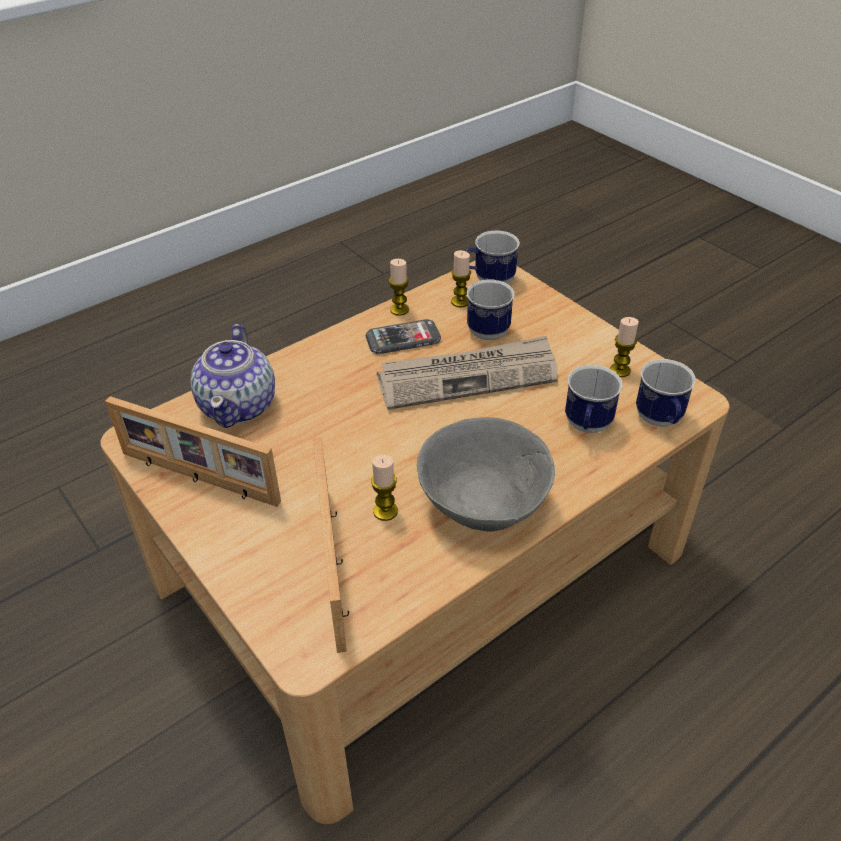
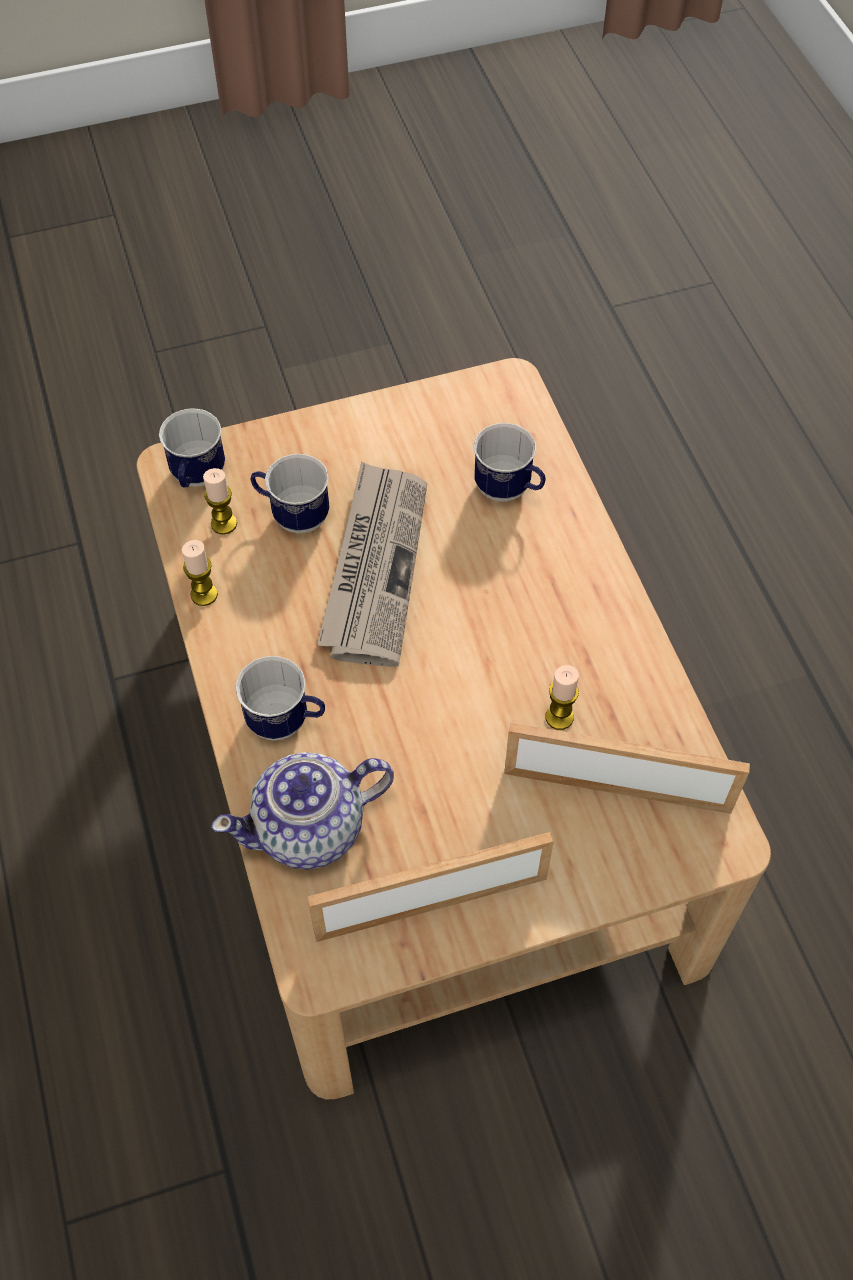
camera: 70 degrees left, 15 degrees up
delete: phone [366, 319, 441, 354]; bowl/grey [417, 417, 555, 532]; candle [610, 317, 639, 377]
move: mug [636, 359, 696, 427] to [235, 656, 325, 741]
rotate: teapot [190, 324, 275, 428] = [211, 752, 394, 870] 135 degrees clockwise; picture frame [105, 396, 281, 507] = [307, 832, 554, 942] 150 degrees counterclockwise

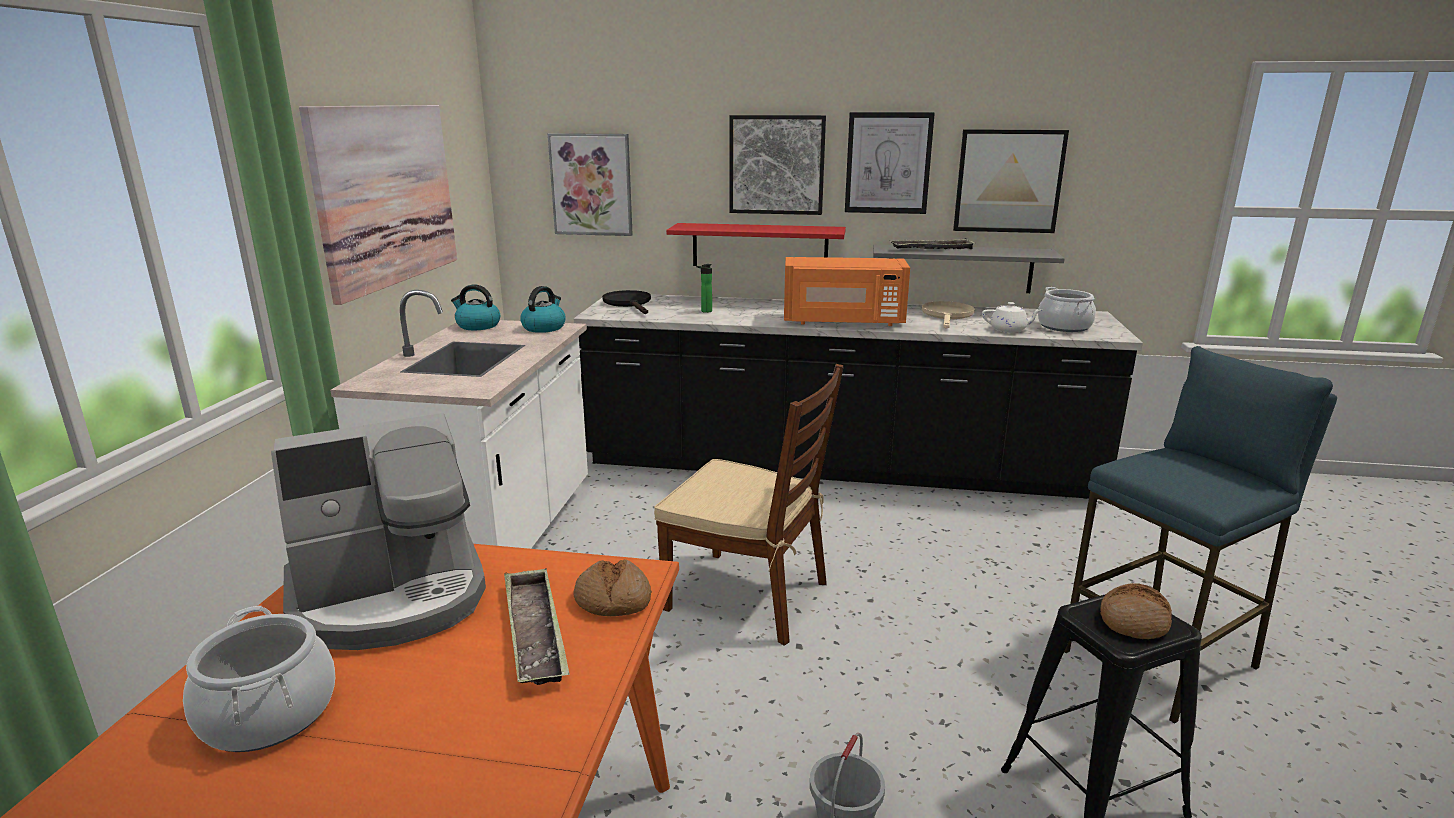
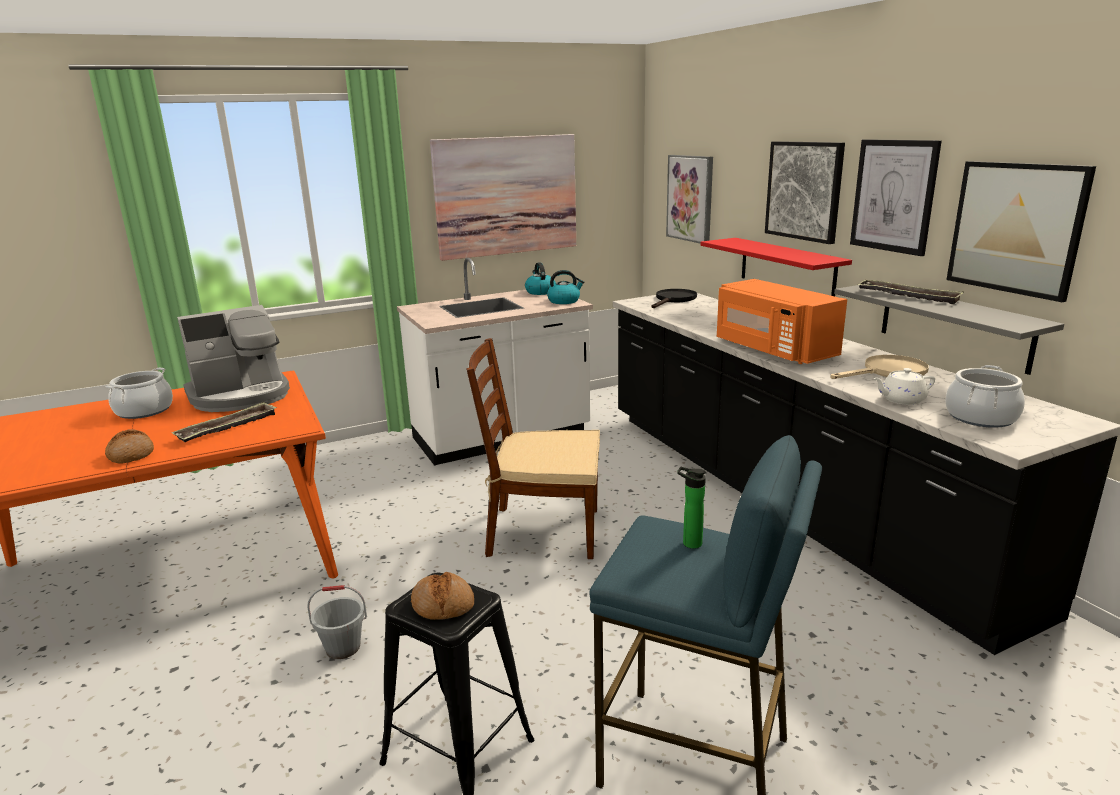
camera: 55 degrees right, 0 degrees up
move: bread [574, 560, 652, 616] to [105, 429, 154, 464]; bottle [696, 264, 712, 313] to [677, 467, 706, 549]
rotate: coffee machine [271, 413, 486, 650] = [177, 305, 290, 412] 60 degrees counterclockwise; chair/brown [654, 364, 844, 646] = [466, 338, 600, 559] 105 degrees clockwise; teapot/white [982, 302, 1042, 333] = [873, 368, 935, 405] 105 degrees clockwise

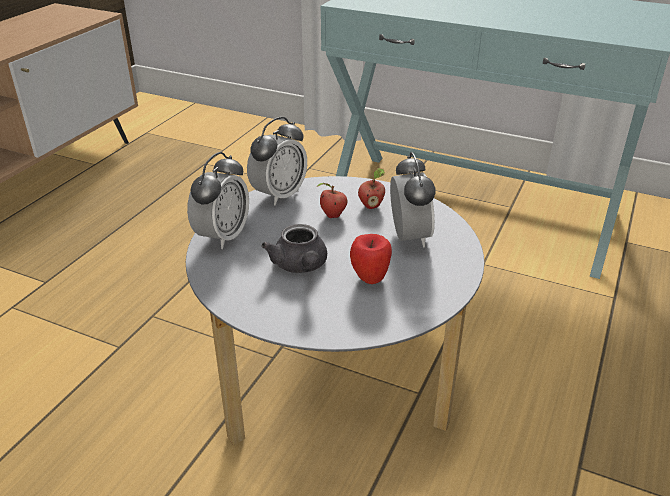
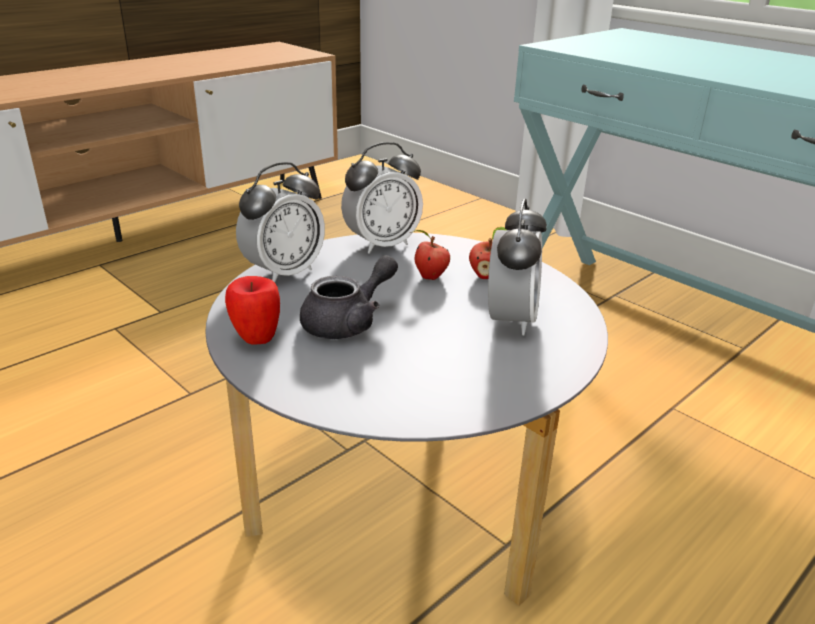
camera: 20 degrees right, 5 degrees down
move: apple [350, 234, 392, 284] to [225, 276, 280, 345]
rotate: teapot/grey [261, 224, 327, 273] = [300, 255, 398, 339] 135 degrees counterclockwise

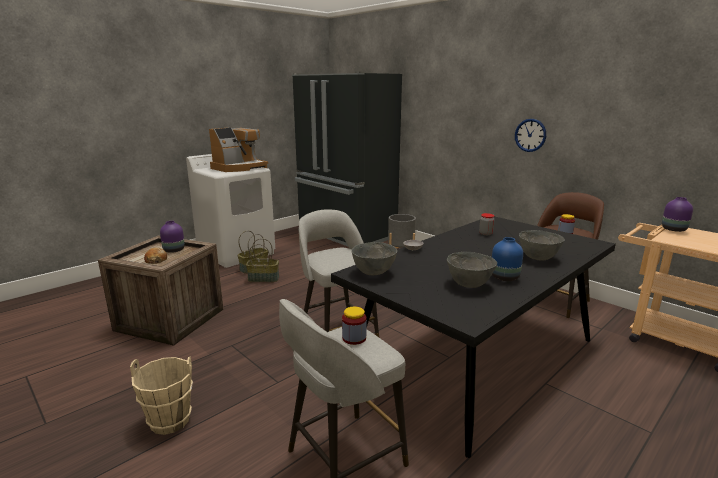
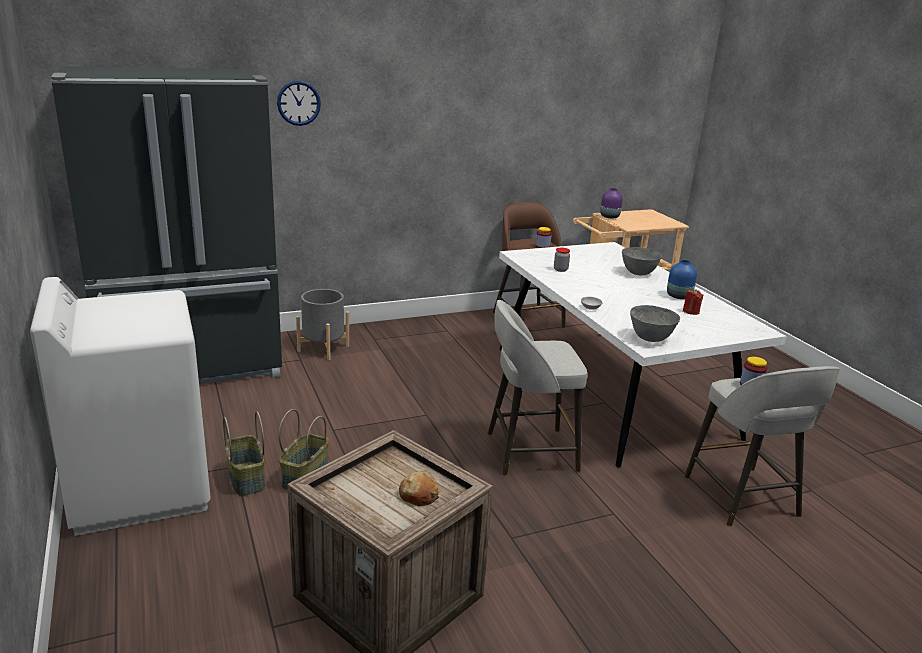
camera: 70 degrees left, 5 degrees up
delete: bucket/beige [130, 357, 193, 435]; vase/purple [160, 221, 185, 253]; coffee machine [209, 128, 268, 172]
move: wall clock [515, 119, 546, 152] to [277, 81, 321, 126]
replace: bowl/grey [447, 252, 497, 288] to candle/red [683, 289, 703, 315]
recolor: dining table/black [331, 216, 616, 458] to dining table/white [499, 242, 786, 467]

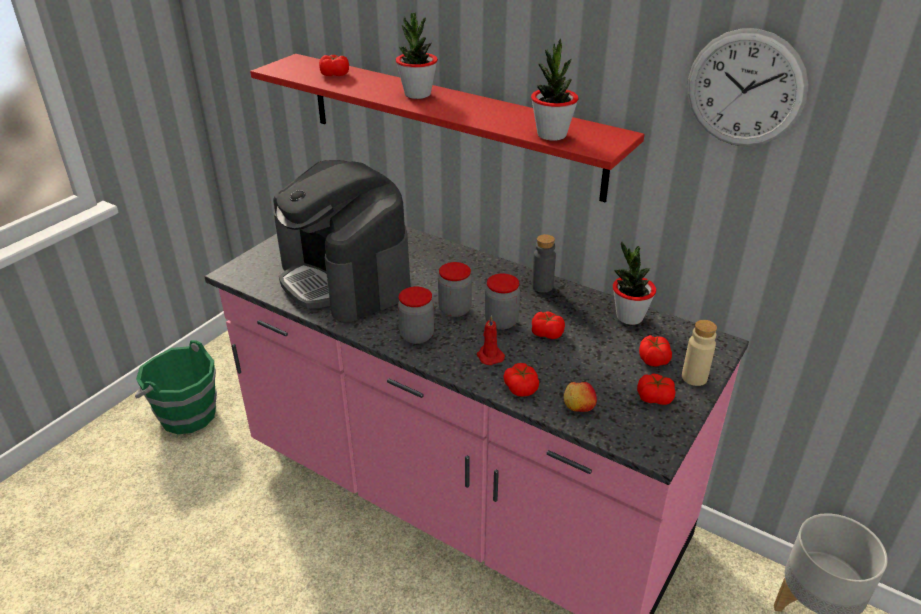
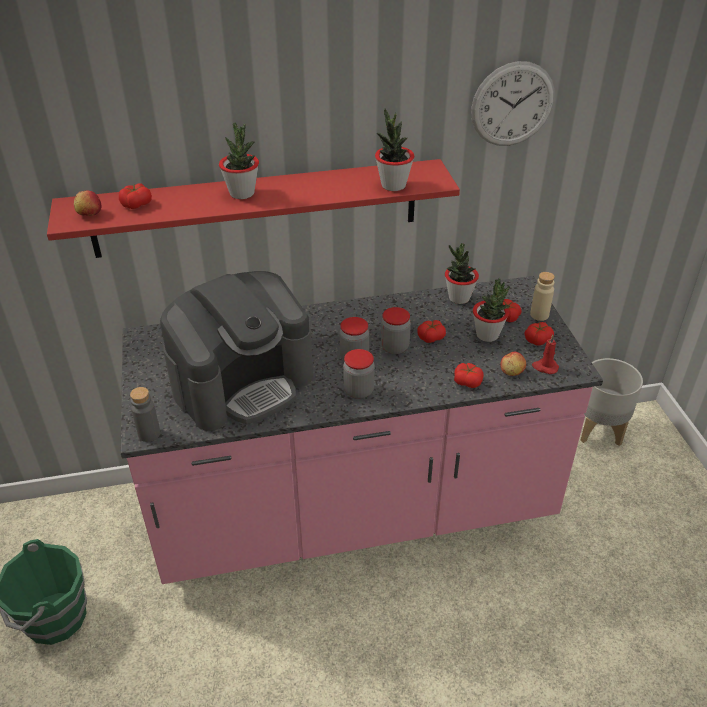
camera: 45 degrees left, 5 degrees up
insert: apple [74, 191, 101, 216]; potted plant [473, 278, 510, 342]
move: bottle/grey [532, 234, 556, 293] to [130, 387, 160, 442]; candle/red [477, 315, 505, 365] to [532, 335, 559, 374]
rotate: coffee machine [273, 160, 411, 322] = [160, 271, 313, 431] 45 degrees counterclockwise

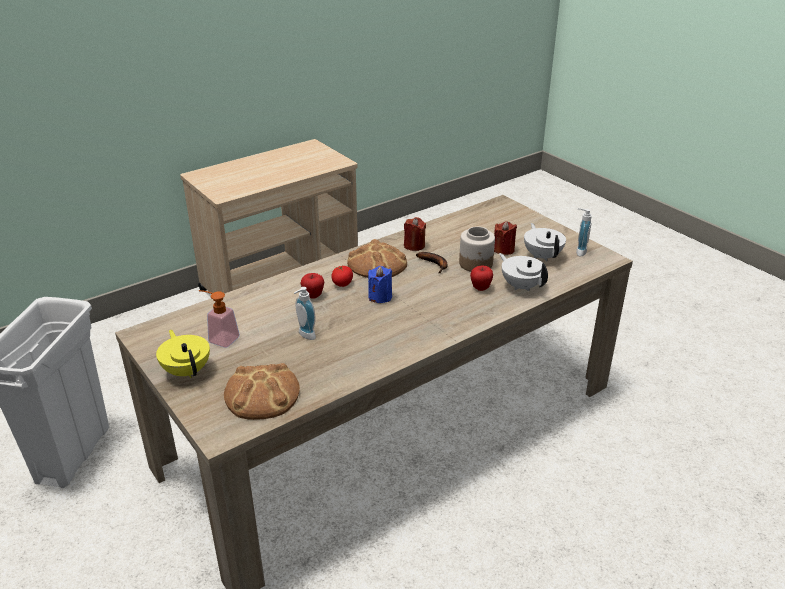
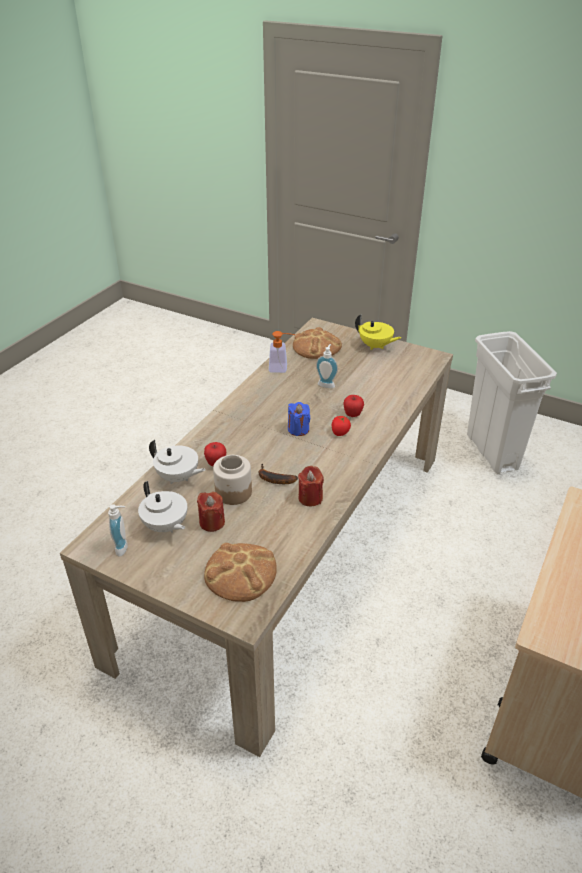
camera: 155 degrees right, 5 degrees up
move: bread [347, 239, 407, 278] to [204, 543, 277, 602]; soap dispenser [199, 290, 240, 348] to [269, 331, 295, 373]

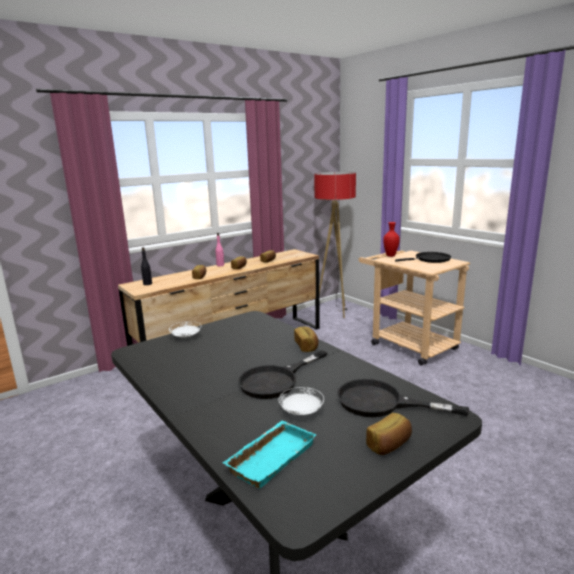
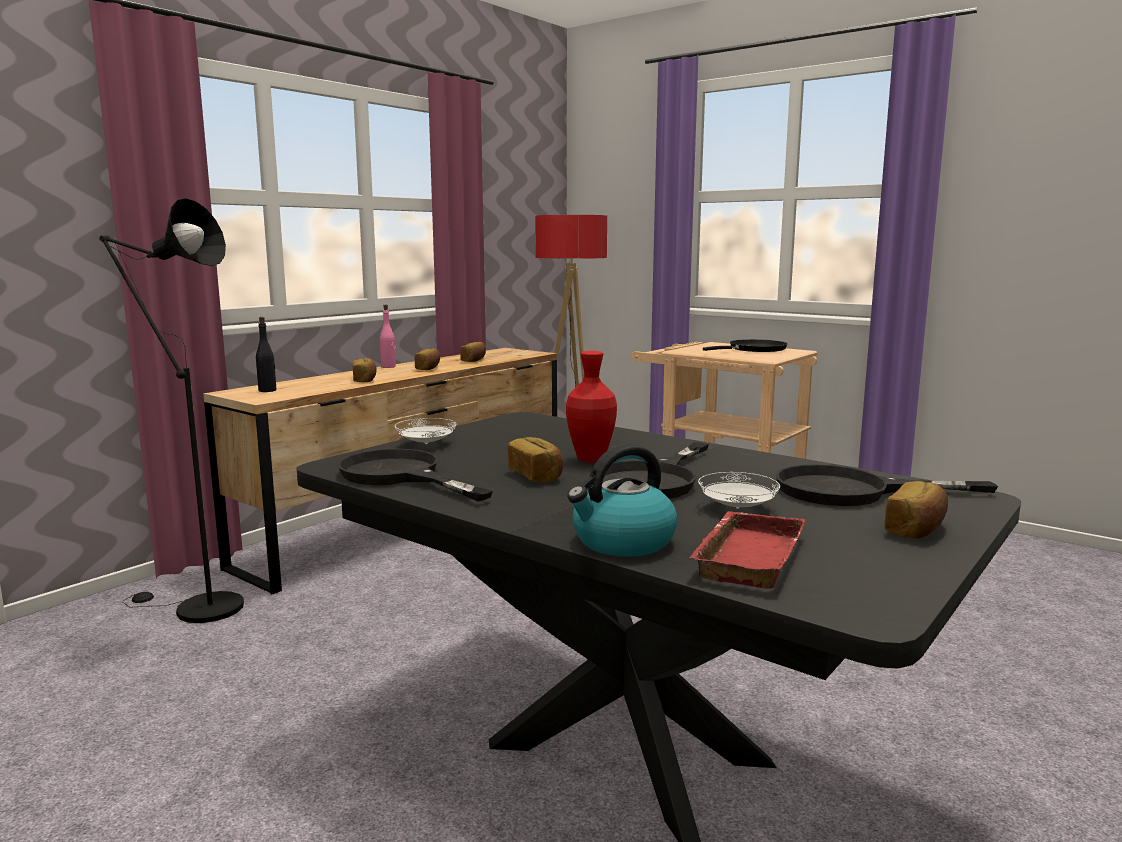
camera: 15 degrees left, 5 degrees down
insert: floor lamp/black [99, 198, 244, 623]; frying pan/black [337, 449, 493, 501]; kettle [567, 444, 678, 557]
move: bread [294, 326, 318, 352] to [507, 437, 564, 482]; vase/red [383, 222, 400, 257] to [566, 351, 617, 463]
recolor: tray/turquoise [222, 420, 316, 489] to tray/red [689, 511, 805, 589]

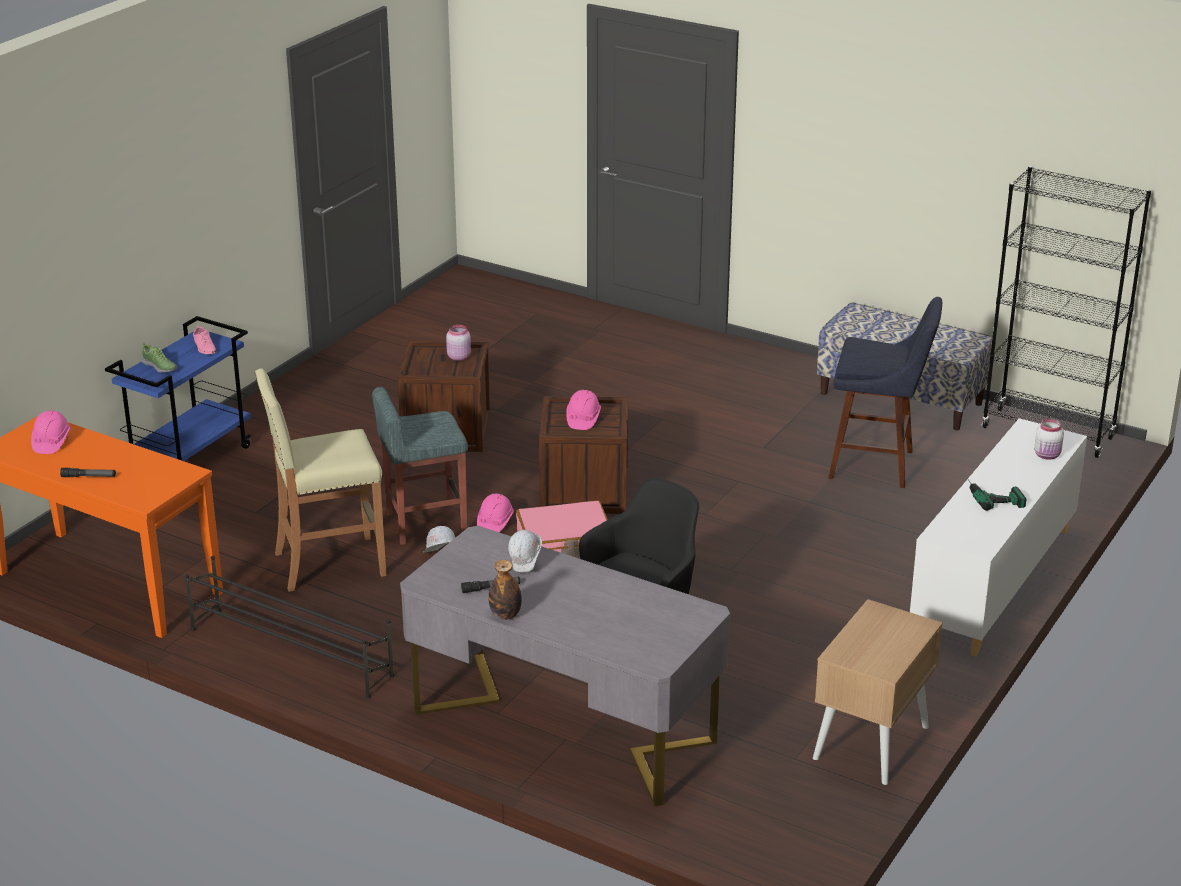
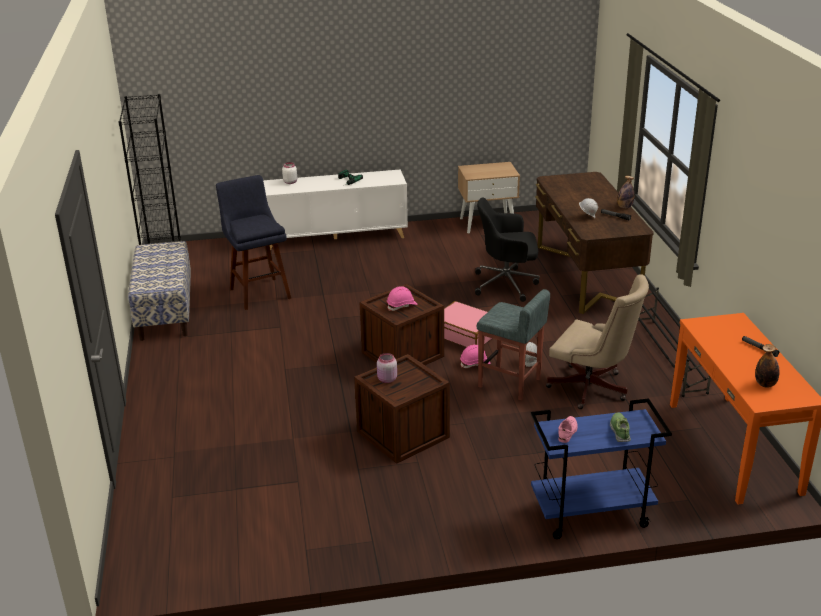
camera: 130 degrees left, 0 degrees up
replace: stool/beige [255, 369, 387, 592] to office chair/beige [546, 274, 649, 409]; hard hat/pink [31, 411, 71, 454] to bottle [755, 344, 779, 388]
recolor: desk/grey [400, 526, 730, 806] to desk/brown [535, 172, 654, 314]

